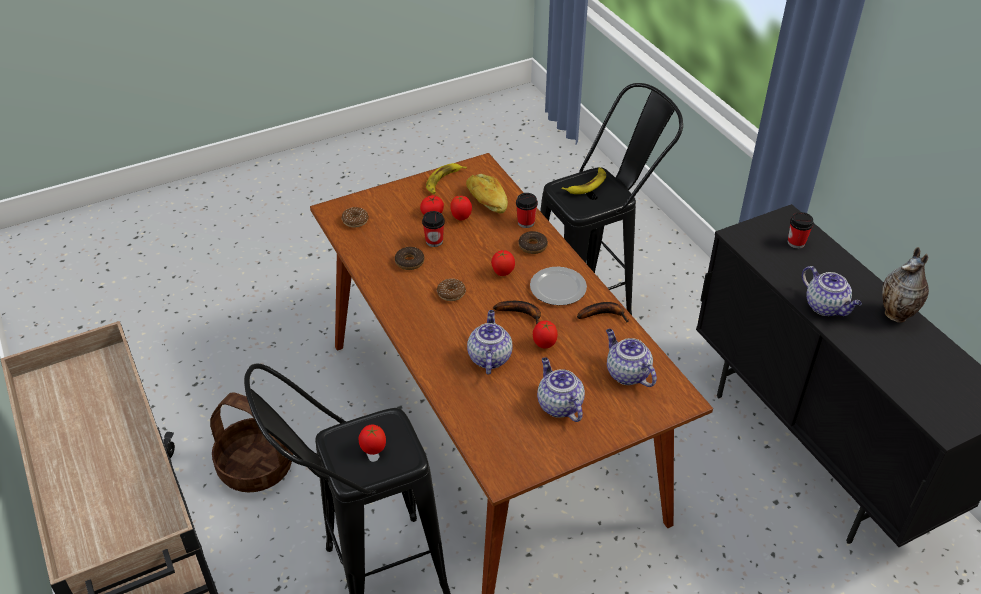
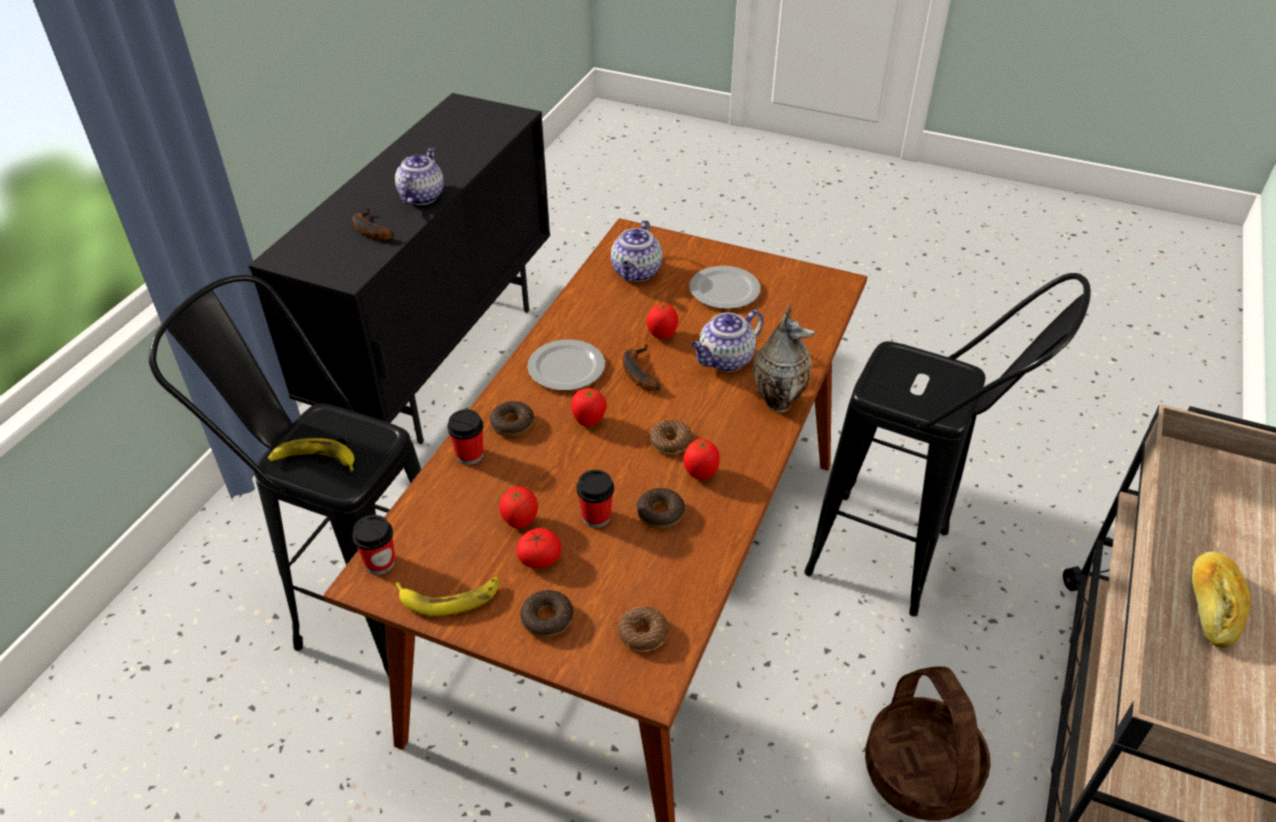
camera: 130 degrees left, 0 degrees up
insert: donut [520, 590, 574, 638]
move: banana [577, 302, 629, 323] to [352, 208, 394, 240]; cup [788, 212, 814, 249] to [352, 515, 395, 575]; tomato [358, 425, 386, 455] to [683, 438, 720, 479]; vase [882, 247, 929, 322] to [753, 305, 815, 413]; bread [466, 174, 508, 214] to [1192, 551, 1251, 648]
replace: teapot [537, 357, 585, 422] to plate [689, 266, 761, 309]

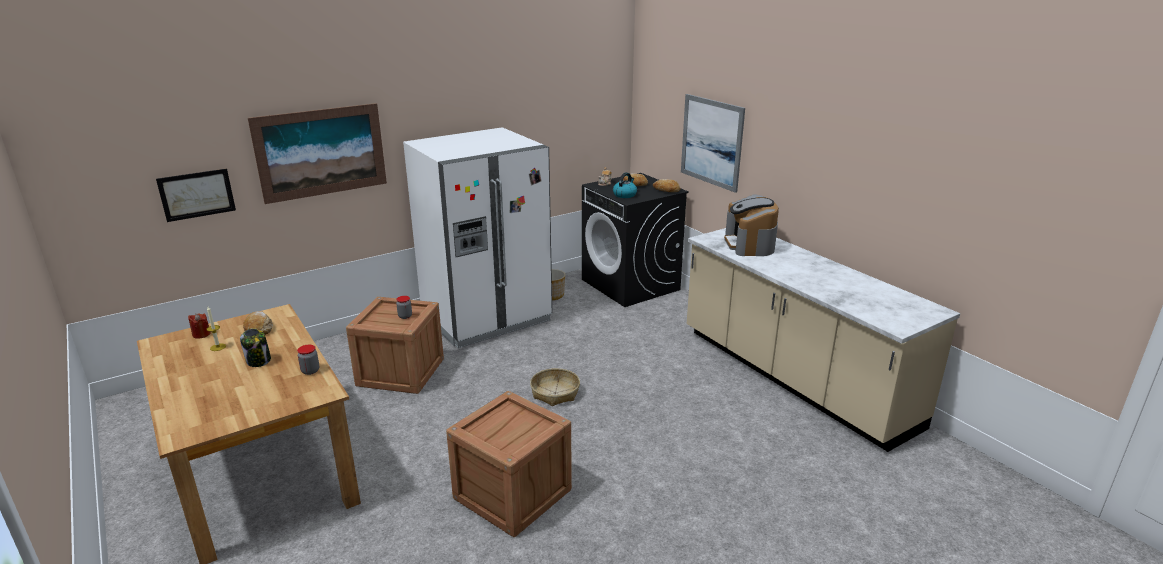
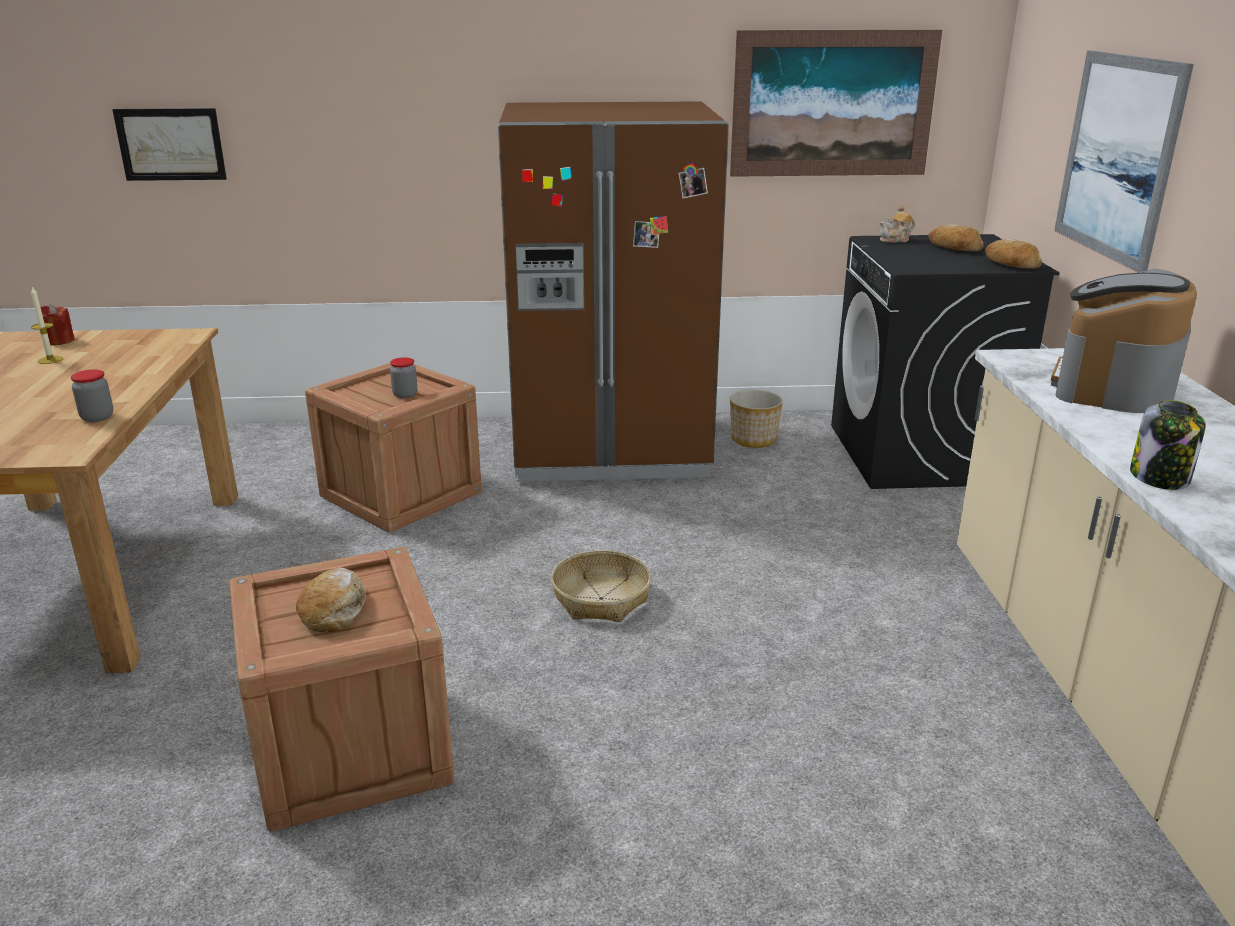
camera: 30 degrees right, 0 degrees up
delete: kettle [613, 172, 637, 198]
move: bread [243, 311, 273, 335] to [296, 567, 366, 632]; picture [248, 103, 387, 204] to [730, 30, 942, 177]; jar [240, 328, 271, 367] to [1130, 400, 1206, 490]
recolor: fridge/white [403, 127, 552, 348] to fridge/brown [498, 101, 729, 482]

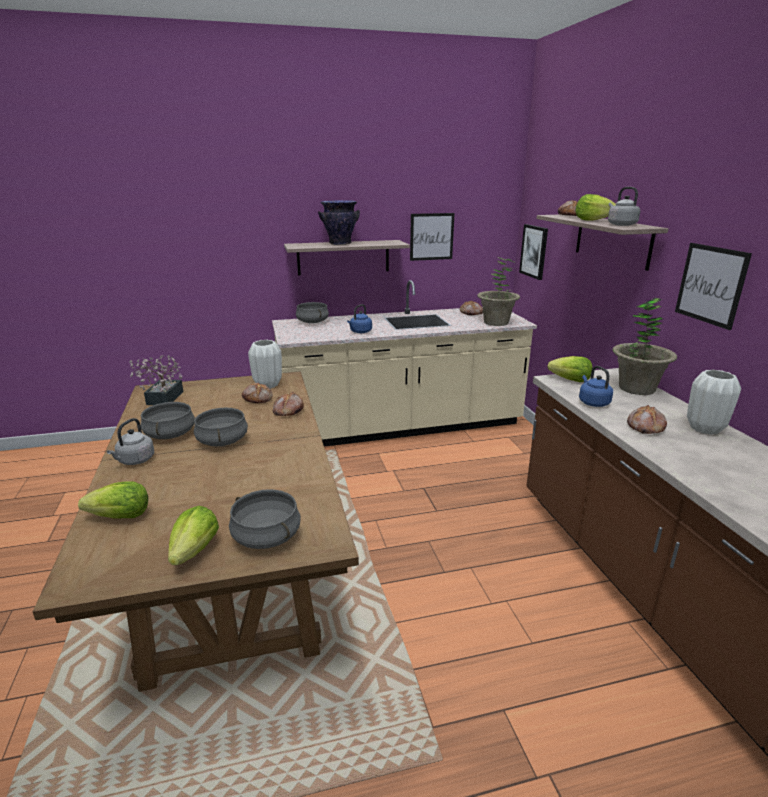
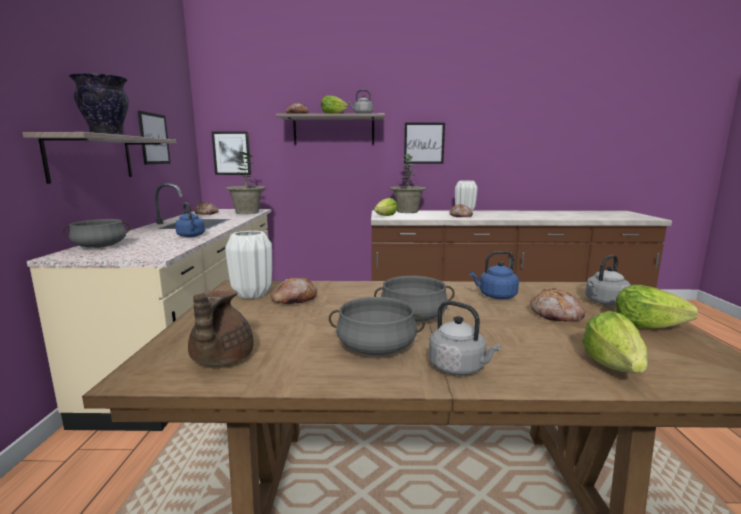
camera: 75 degrees left, 10 degrees down
move: kettle/blue [579, 366, 613, 407] to [470, 251, 519, 299]; bread [273, 392, 304, 416] to [530, 288, 586, 321]
replace: potted plant [129, 355, 184, 405] to teapot/brown [188, 289, 254, 366]; cooking pot/grey [229, 489, 301, 549] to kettle/grey [585, 255, 631, 306]

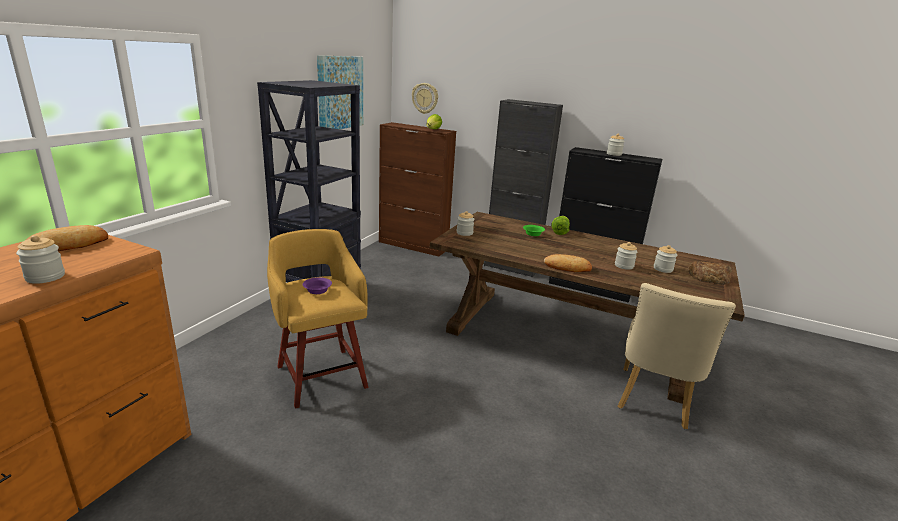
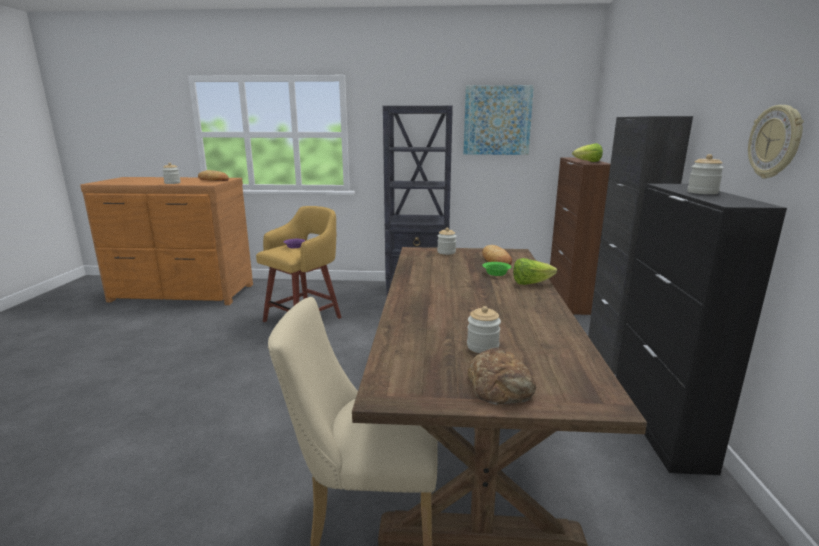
camera: 70 degrees right, 5 degrees down
delete: jar [615, 242, 638, 270]
move: bread [544, 254, 592, 272] to [482, 245, 512, 265]; wall clock [412, 83, 438, 114] to [748, 105, 804, 179]

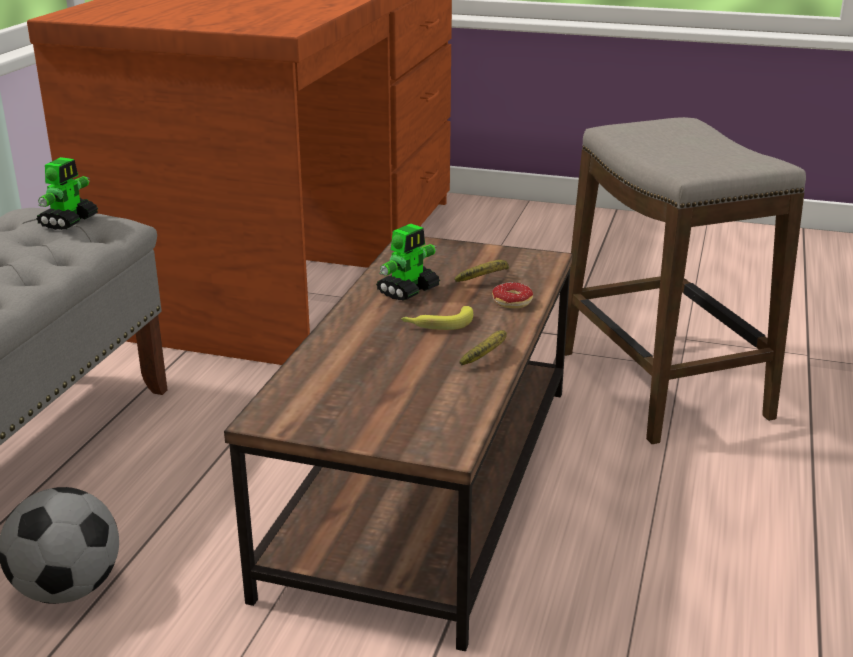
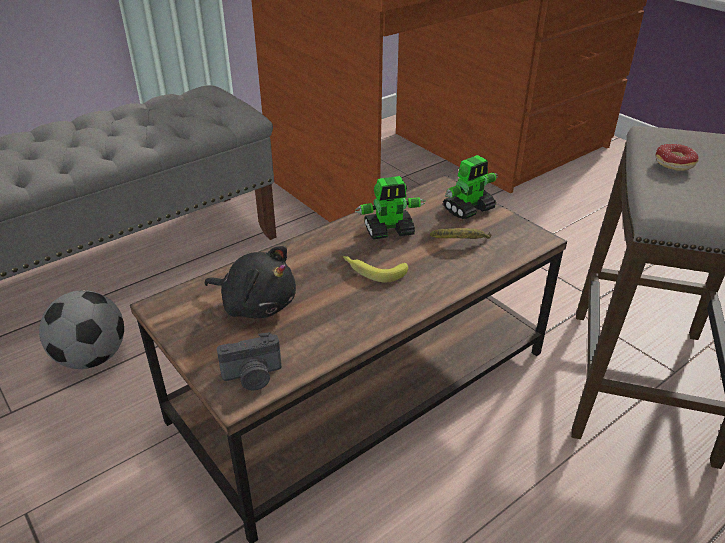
camera: 35 degrees right, 10 degrees up
delete: banana [460, 330, 507, 366]
insert: plush toy/black [204, 246, 296, 318]; photo camera [217, 332, 282, 391]
move: toy robot [36, 157, 98, 230] to [443, 155, 498, 219]; donut [492, 282, 533, 308] to [655, 144, 698, 171]

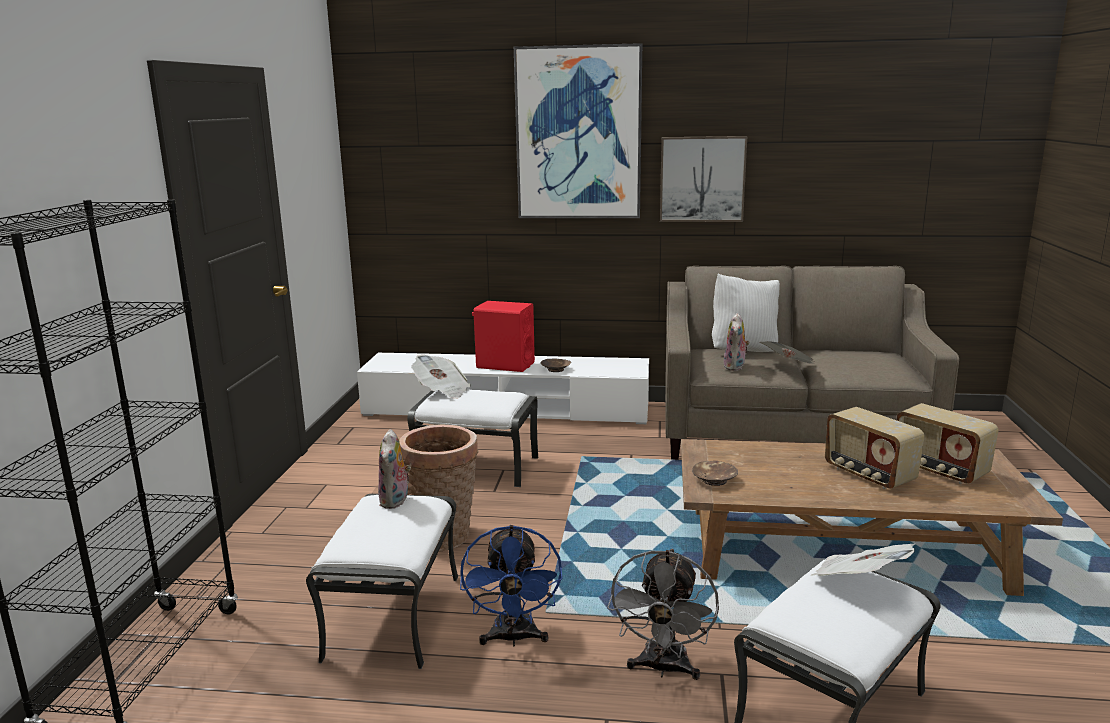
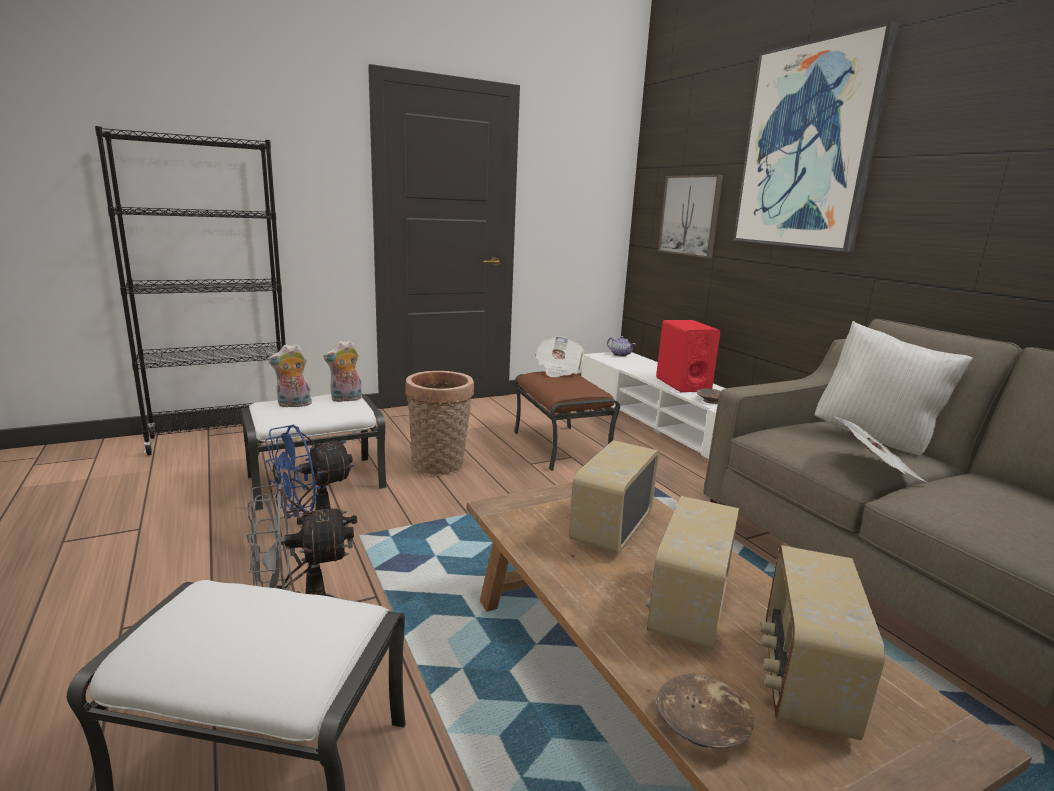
camera: 55 degrees right, 0 degrees up
delete: newspaper [811, 544, 915, 576]
insert: radio [569, 440, 659, 554]; teapot [607, 336, 635, 357]
move: plush toy [723, 313, 750, 371] to [268, 344, 312, 408]; bowl/brown [692, 461, 738, 486] to [657, 674, 754, 749]; picture [660, 136, 747, 222] to [658, 175, 723, 258]
recolor: ottoman/white [407, 389, 538, 487] to ottoman/brown [514, 371, 620, 471]

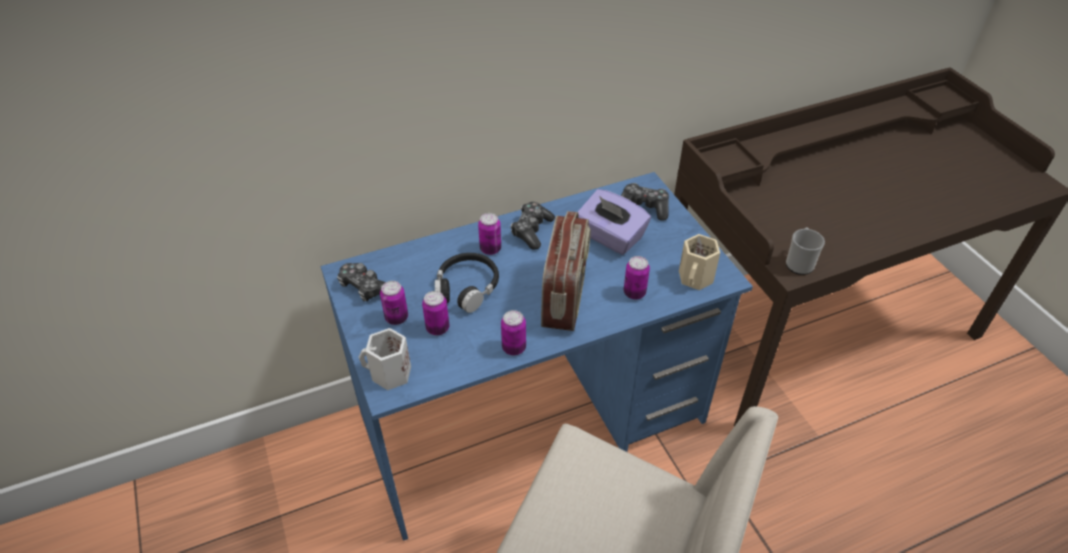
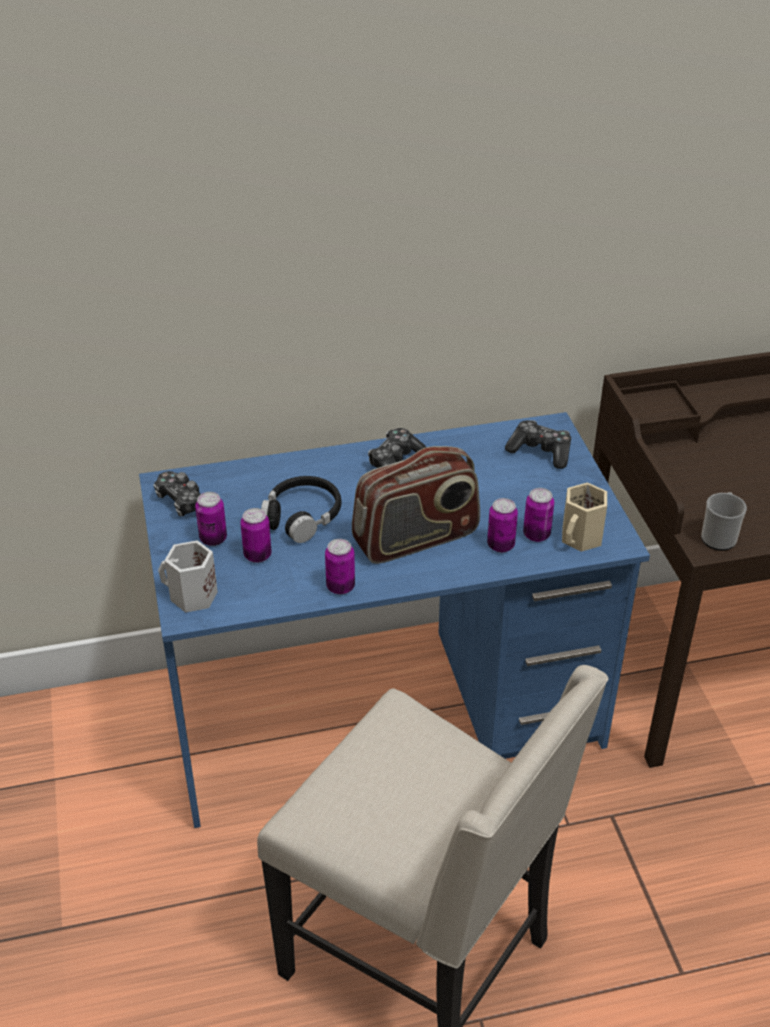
camera: 10 degrees right, 5 degrees down
delete: tissue box/purple [578, 189, 651, 255]
move: can [478, 213, 501, 255] to [523, 488, 554, 542]
rotate: radio [541, 211, 591, 331] = [352, 446, 480, 564] 45 degrees clockwise

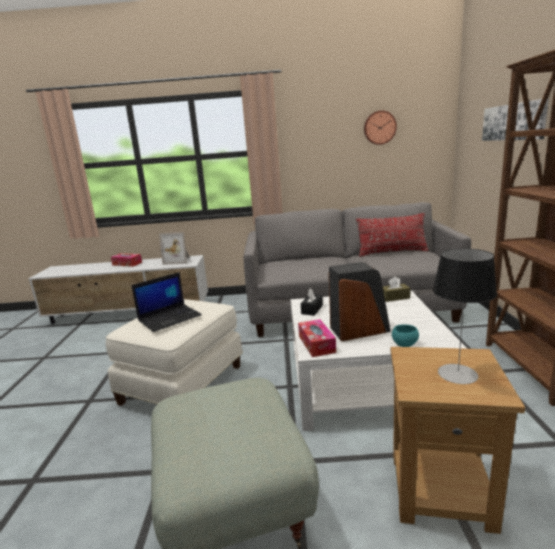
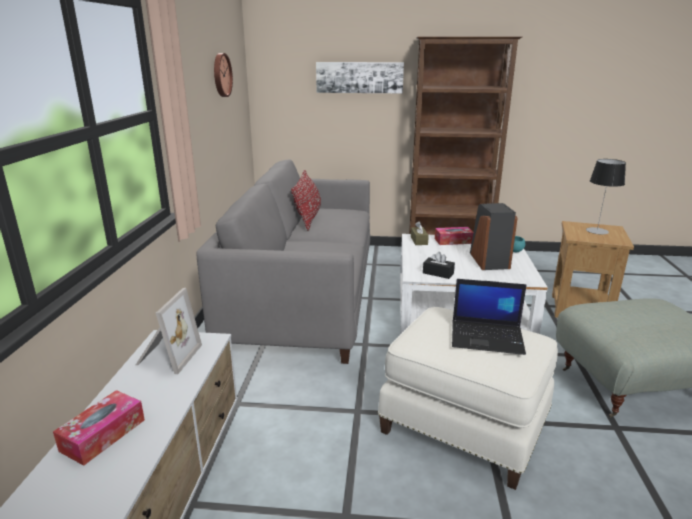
camera: 85 degrees left, 5 degrees up
move: tissue box [298, 319, 336, 357] to [435, 227, 473, 245]
rotate: laptop [131, 272, 202, 332] = [452, 279, 527, 355] 135 degrees clockwise

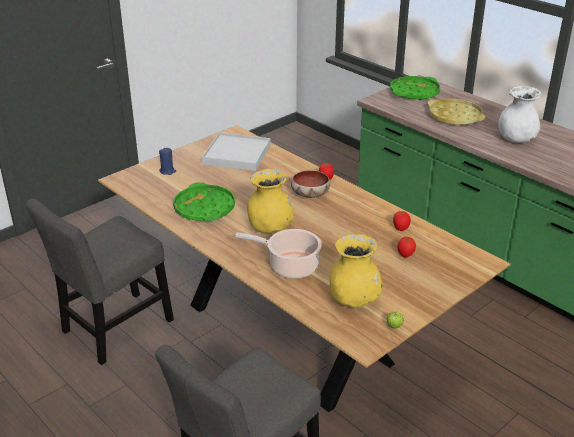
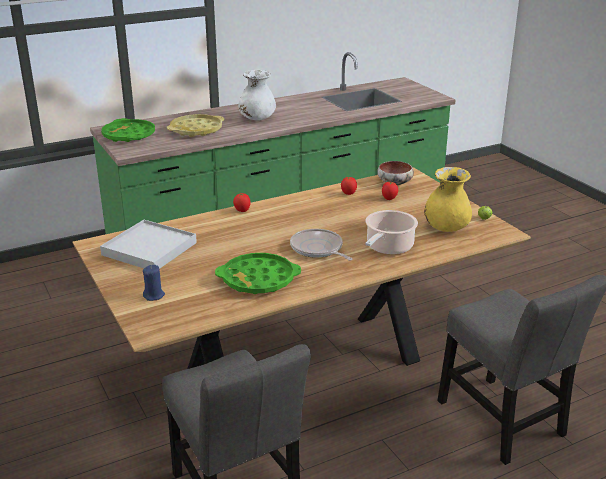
camera: 75 degrees left, 5 degrees down
move: bowl [291, 170, 330, 198] to [377, 161, 414, 185]
replace: vase/yellow [247, 169, 294, 233] to frying pan [290, 229, 353, 261]

